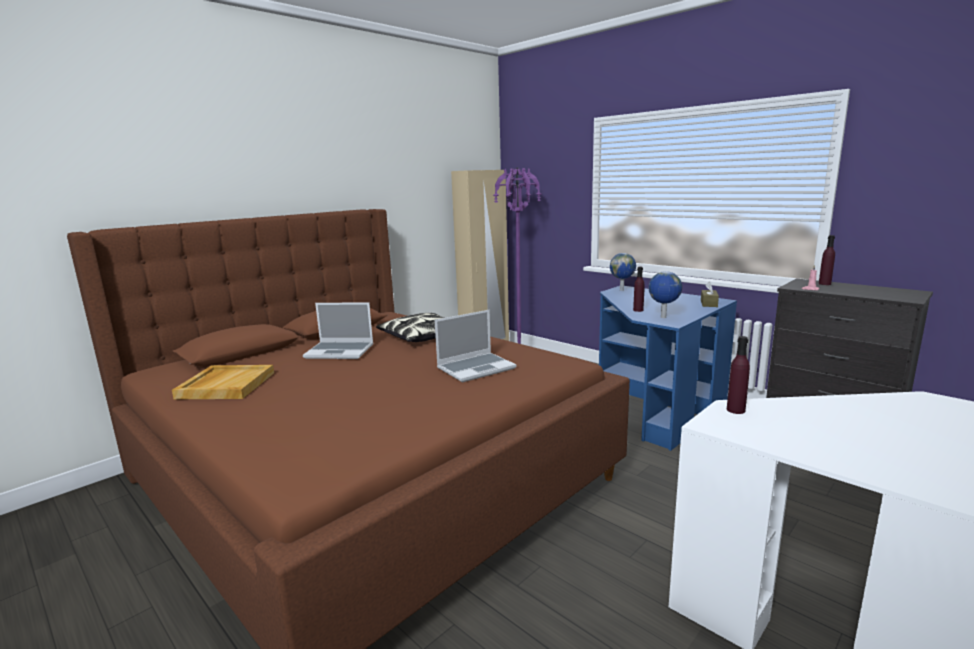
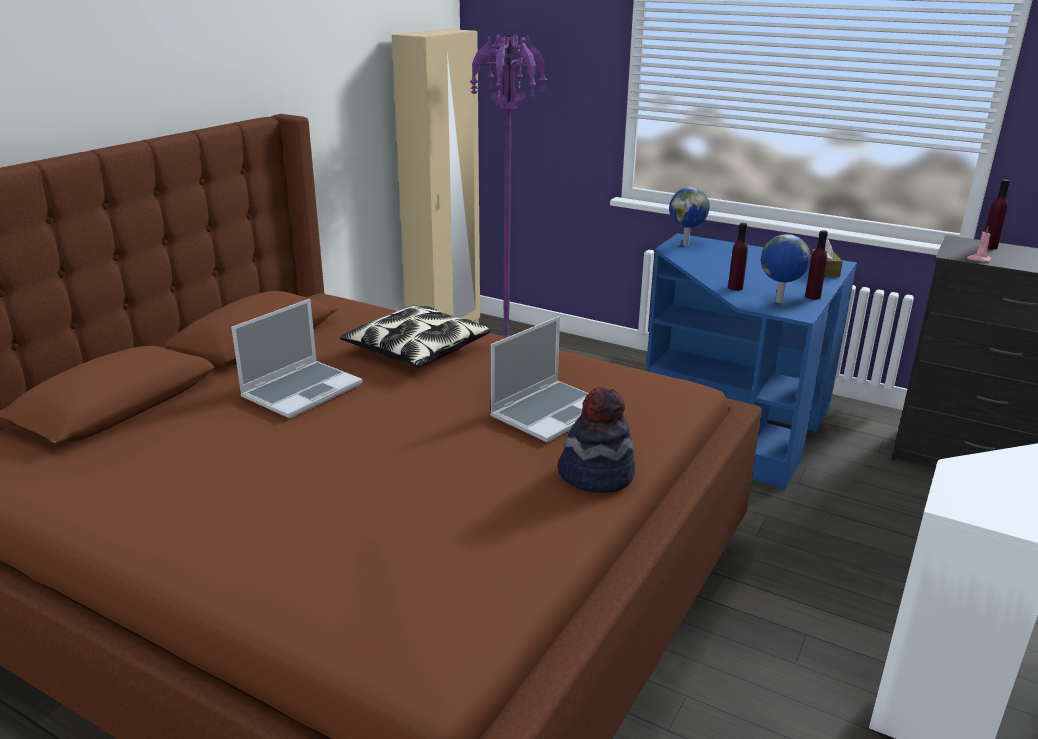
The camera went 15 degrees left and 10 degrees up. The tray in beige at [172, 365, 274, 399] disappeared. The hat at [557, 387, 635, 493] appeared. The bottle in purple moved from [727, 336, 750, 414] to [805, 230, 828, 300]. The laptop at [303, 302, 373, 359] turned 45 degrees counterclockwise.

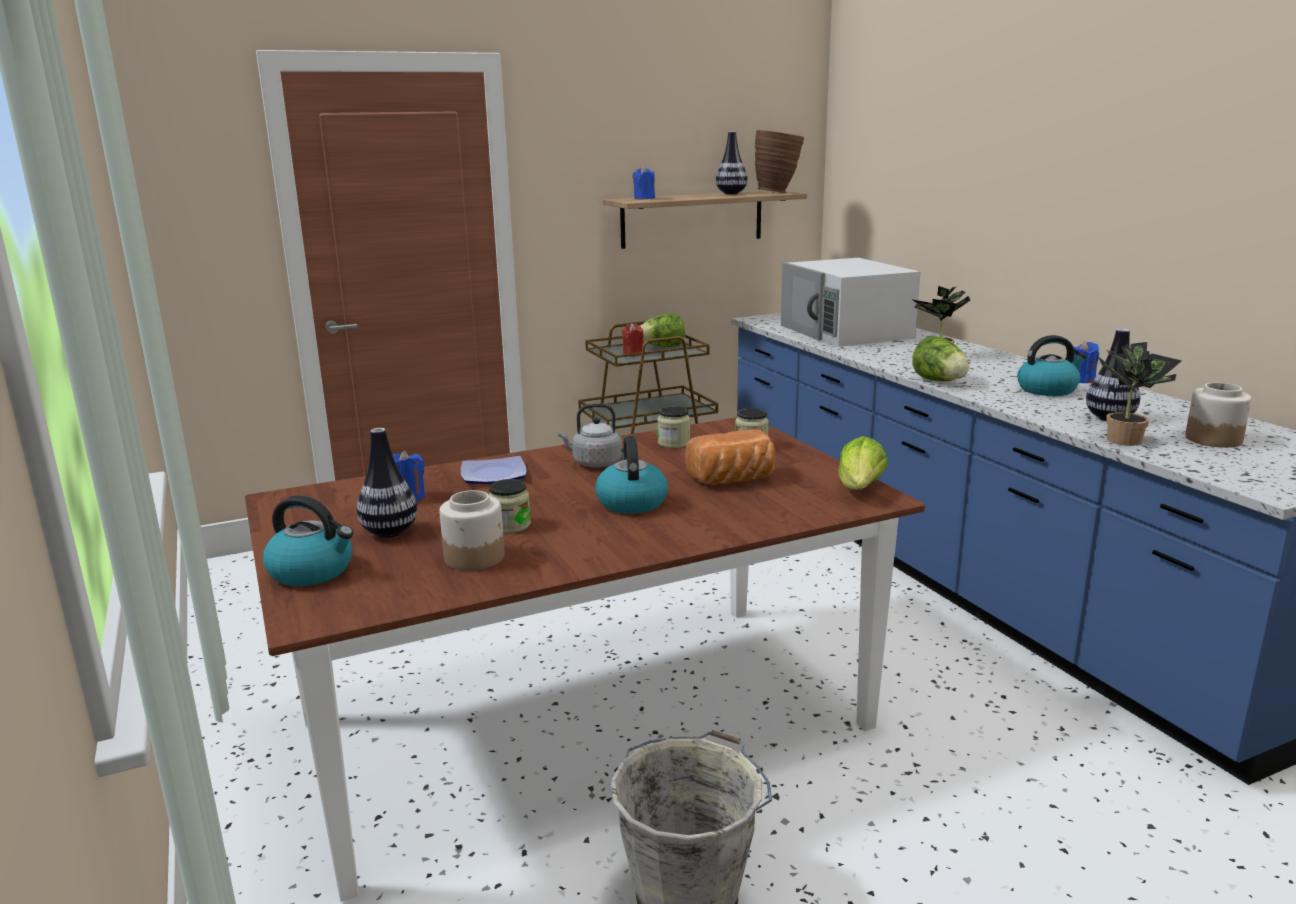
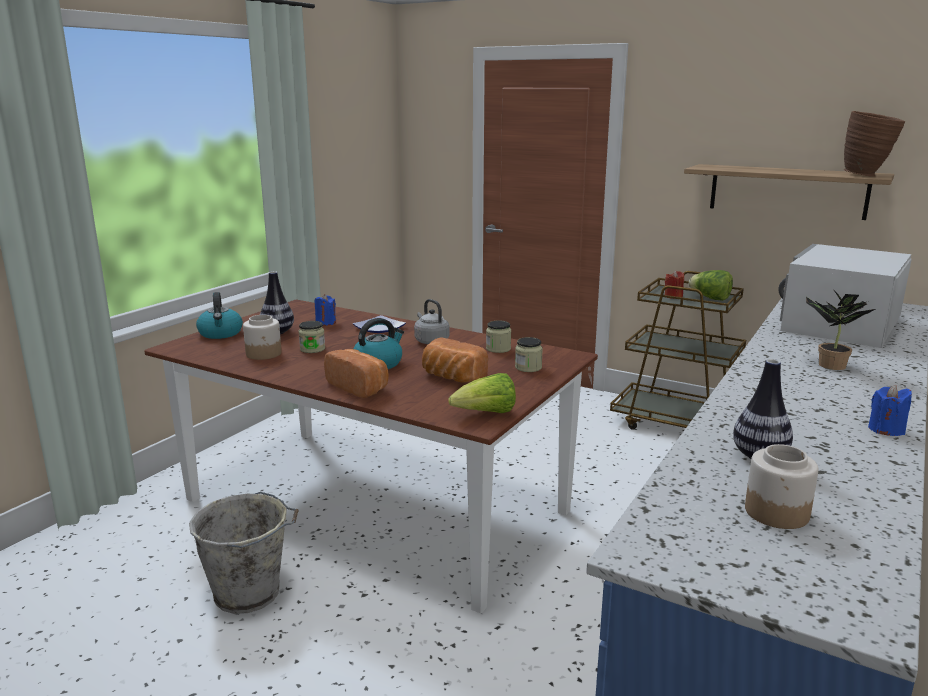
The camera went 55 degrees right and 0 degrees up. The candle in blue at [633, 166, 655, 200] disappeared. The vase at [716, 132, 748, 194] disappeared. The lettuce at [912, 336, 969, 381] disappeared. The kettle at [1017, 335, 1087, 396] disappeared. The potted plant at [1098, 342, 1182, 446] disappeared. The bread at [324, 349, 389, 398] appeared.

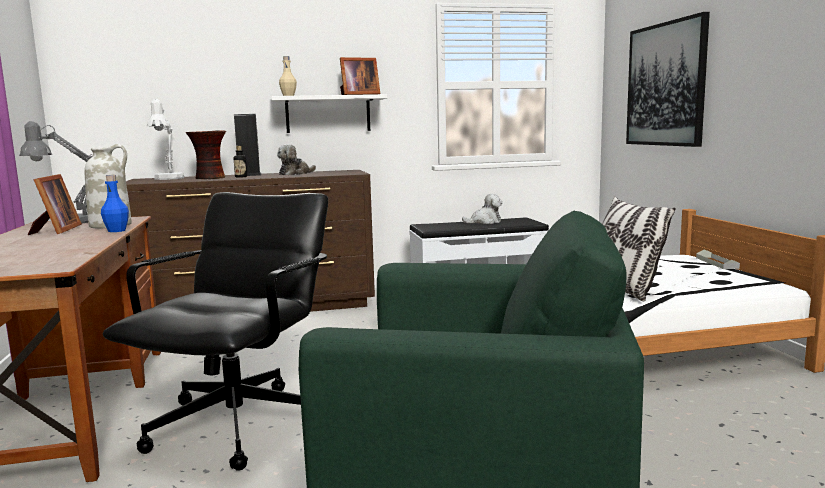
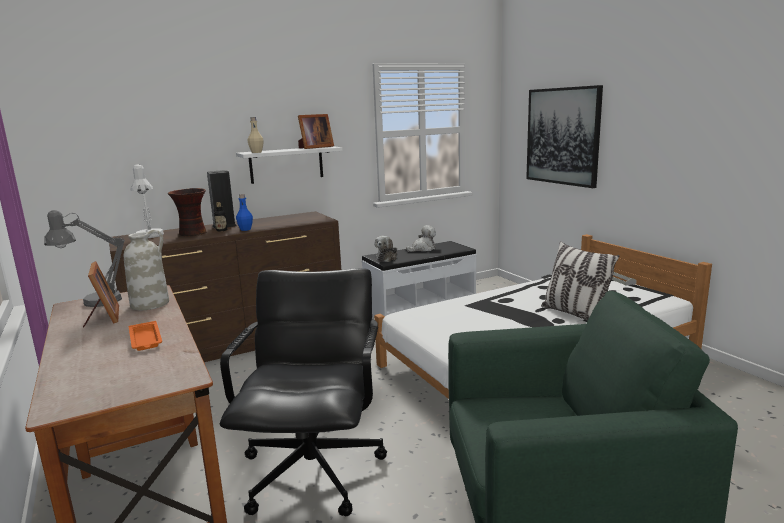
The camera went 15 degrees left and 5 degrees up. The tray in orange at [129, 321, 162, 351] appeared. The bottle in blue moved from [101, 175, 129, 232] to [236, 194, 253, 231]. The plush toy moved from [277, 144, 316, 175] to [375, 236, 397, 262].

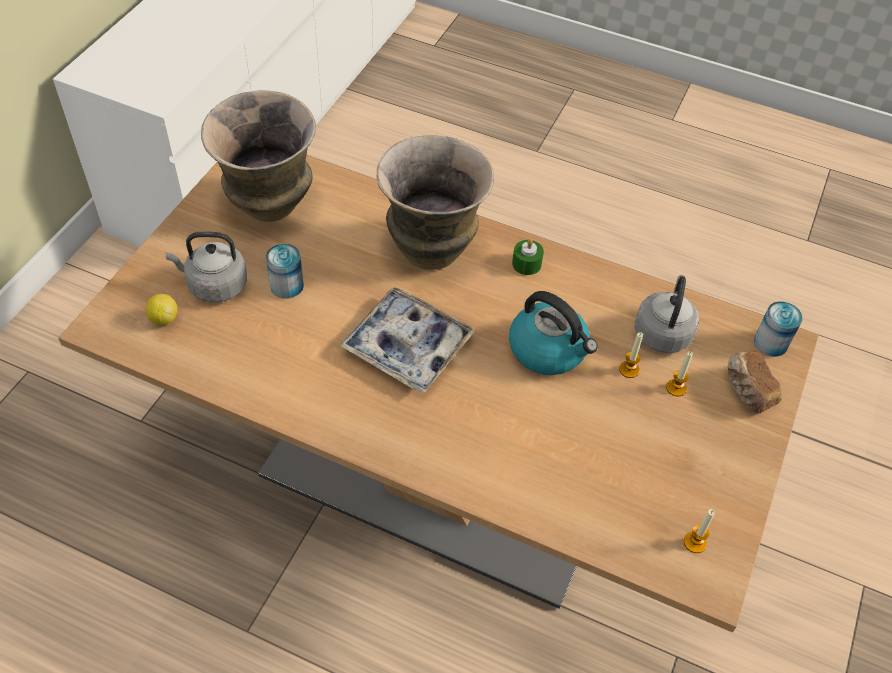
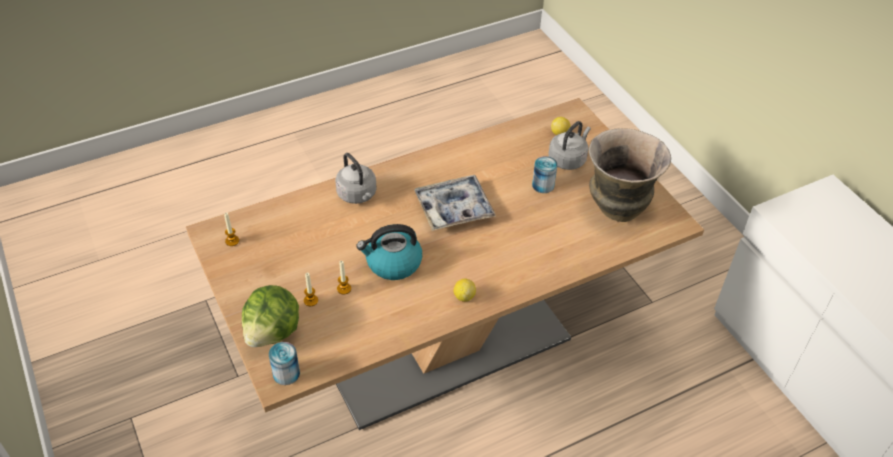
The camera went 130 degrees right and 5 degrees down. The vase at [377, 135, 494, 270] disappeared. The kettle in grey moved from [635, 275, 699, 353] to [335, 153, 377, 204]. The candle in green at [512, 239, 544, 275] was replaced by the lemon at [453, 279, 476, 302]. The bread at [728, 352, 782, 413] was replaced by the lettuce at [242, 285, 299, 347].

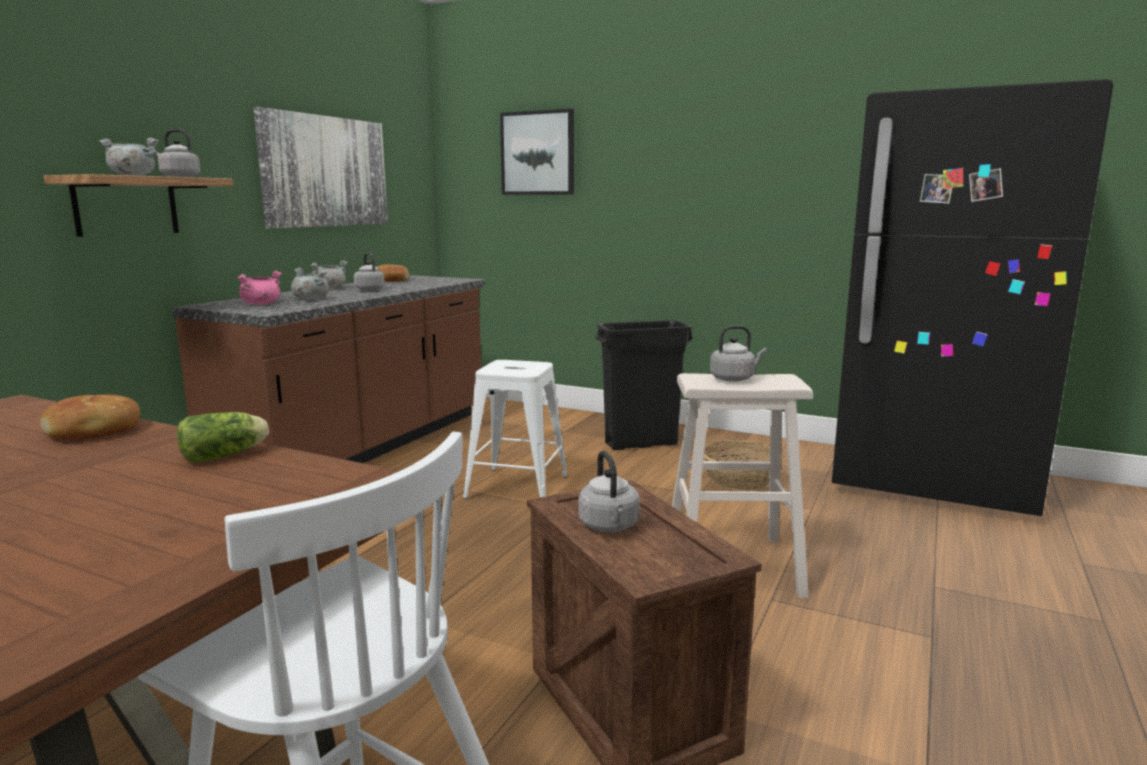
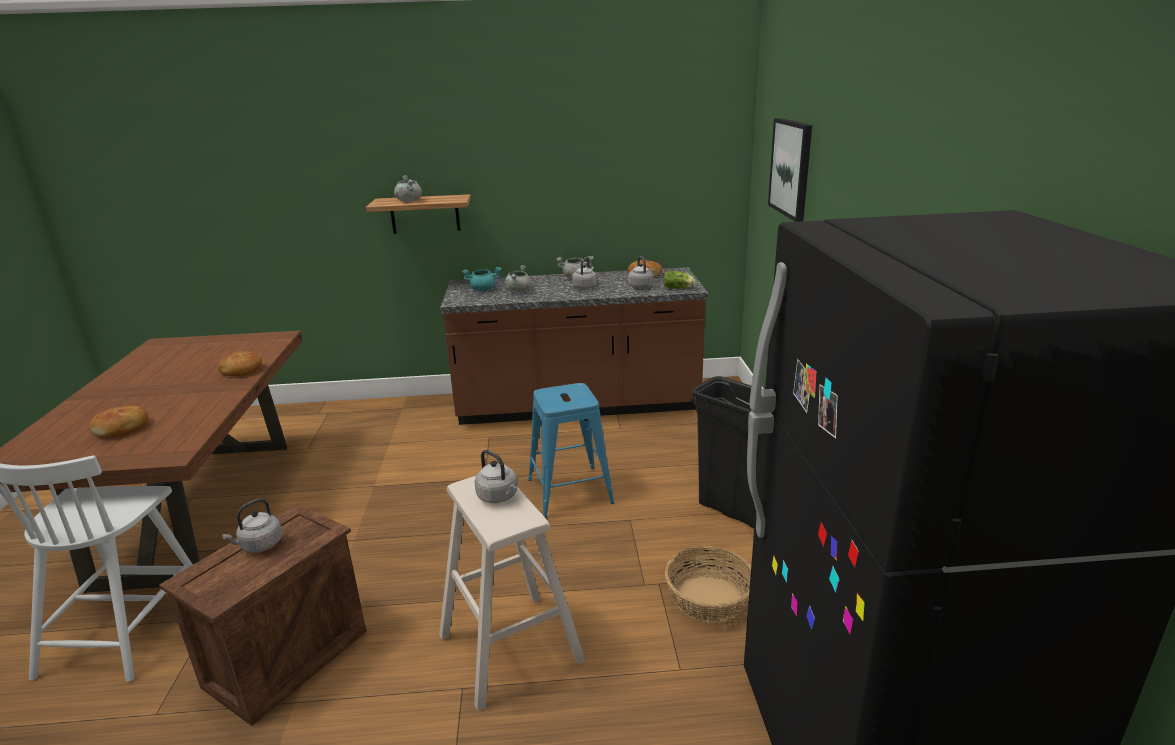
The camera went 60 degrees right and 10 degrees up. The picture at [253, 107, 388, 229] disappeared. The bread at [88, 405, 148, 438] appeared. The kettle in grey moved from [156, 129, 200, 177] to [628, 256, 653, 288]. The lettuce moved from [177, 412, 269, 463] to [663, 271, 695, 289]. The cooking pot in pink at [237, 271, 281, 305] became the cooking pot in turquoise at [462, 267, 501, 291]. The stool in white at [463, 360, 567, 499] became the stool in blue at [528, 383, 614, 518].

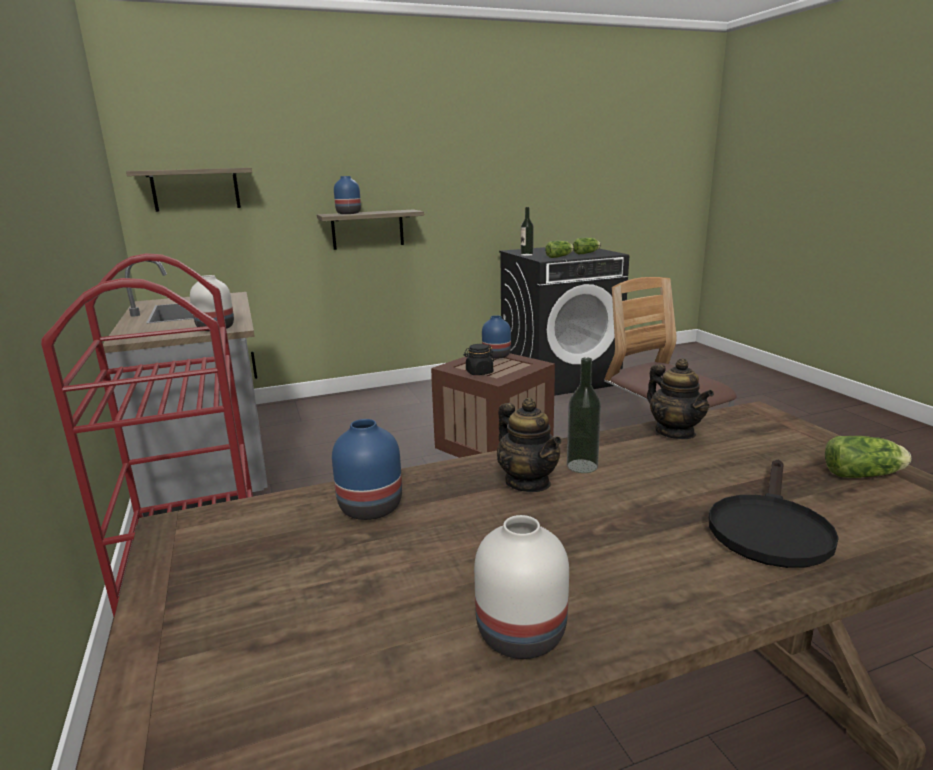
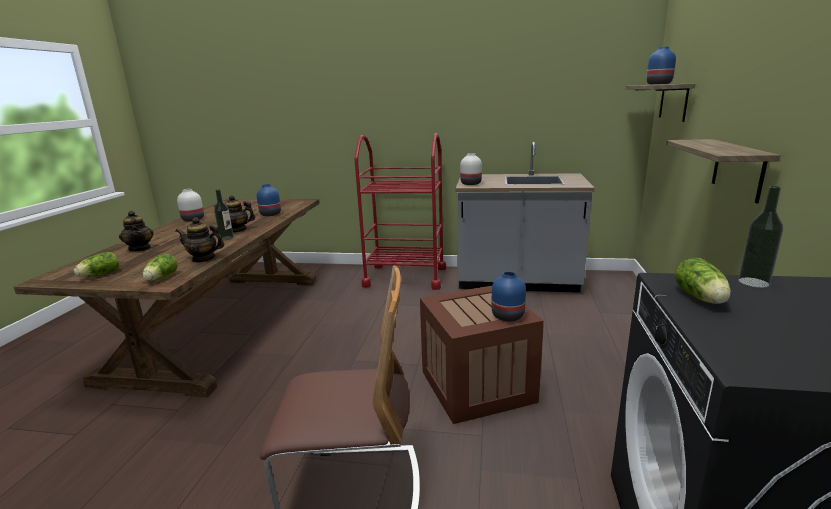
The camera went 120 degrees right and 0 degrees up. The jar in black at [464, 344, 494, 375] disappeared. The vase in blue moved from [334, 176, 361, 214] to [646, 47, 676, 85]. The lettuce moved from [573, 237, 601, 254] to [142, 254, 178, 281]. The frying pan in black at [709, 460, 839, 568] was replaced by the teapot at [119, 211, 154, 251].

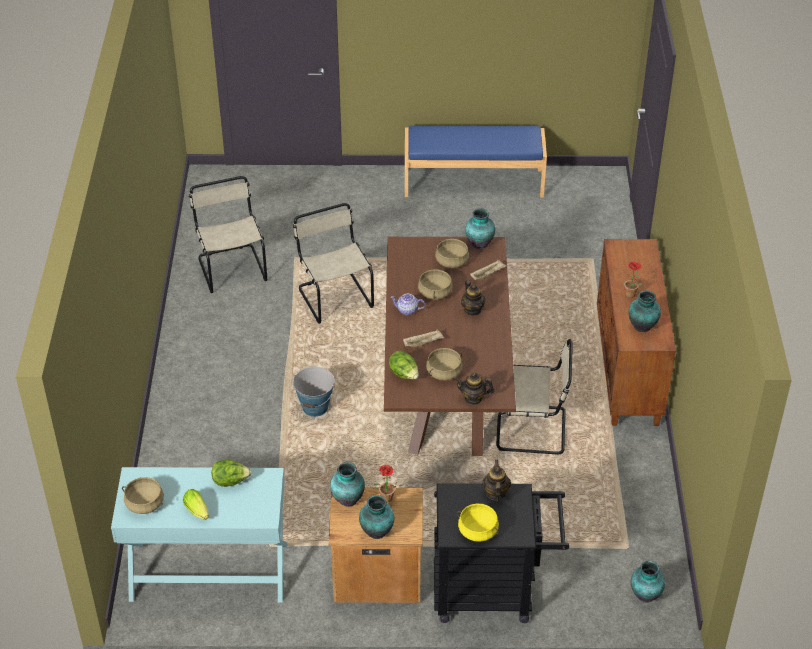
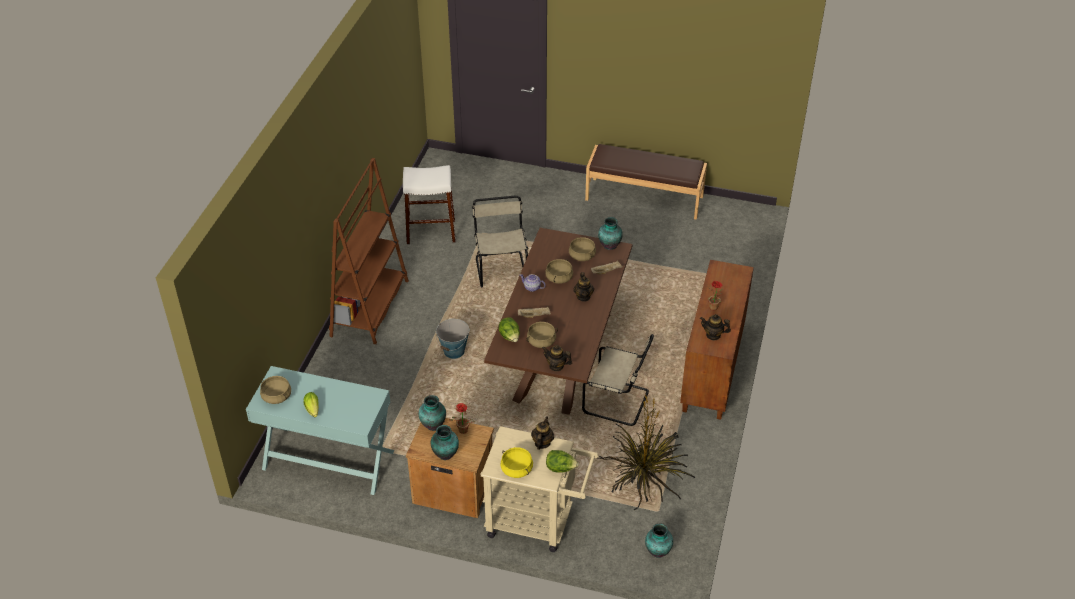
The camera went 15 degrees right and 0 degrees up. The bookcase in brown at [329, 158, 409, 344] appeared. The potted plant at [598, 395, 695, 510] appeared. The lettuce moved from [212, 460, 252, 487] to [546, 450, 579, 472]. The chair in beige at [189, 176, 267, 293] was replaced by the stool in white at [403, 165, 456, 245]. The vase at [629, 290, 661, 332] was replaced by the teapot at [700, 314, 731, 340]. The bench in blue at [405, 126, 547, 198] became the bench in brown at [585, 144, 707, 220]. The cart in black at [434, 483, 570, 623] became the cart in beige at [480, 426, 598, 552].

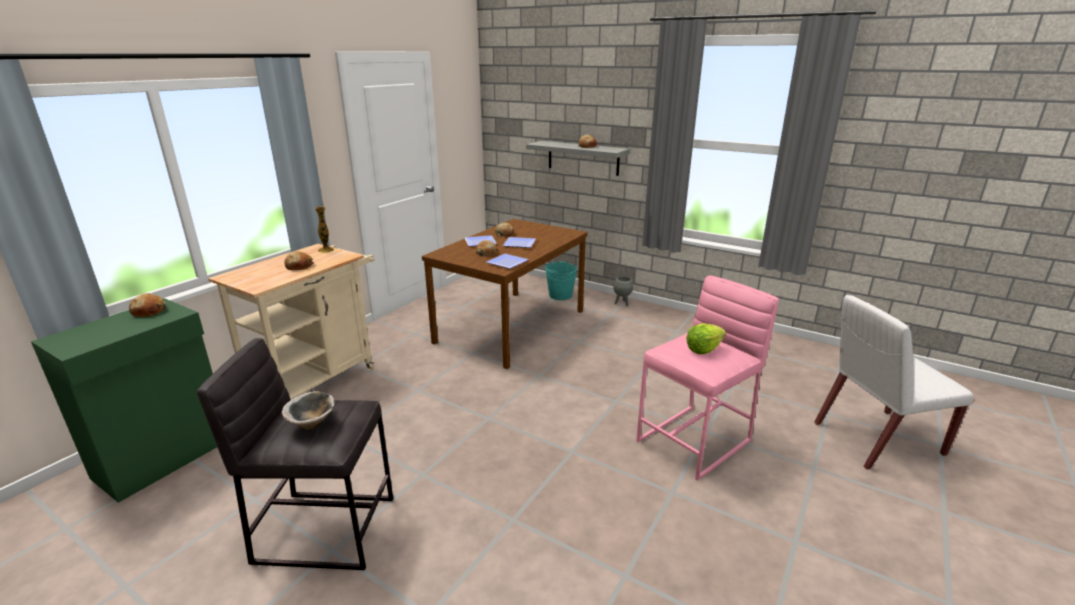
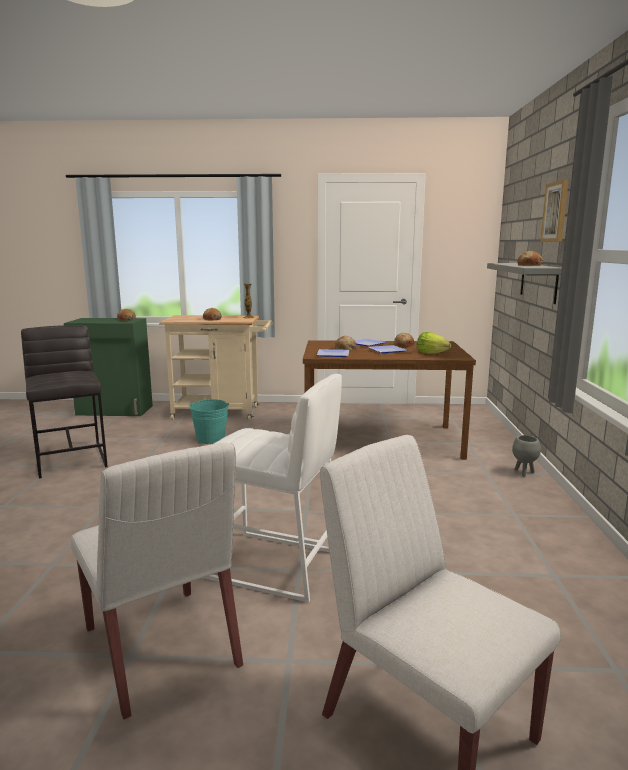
The camera went 60 degrees right and 10 degrees down. The bowl at [282, 391, 334, 430] disappeared. The chair in white at [71, 443, 243, 719] appeared. The picture at [540, 180, 569, 242] appeared. The bucket in turquoise moved from [545, 261, 577, 300] to [189, 399, 229, 444]. The lettuce moved from [686, 323, 726, 354] to [417, 332, 451, 354]. The stool in pink at [636, 275, 779, 481] became the stool in white at [203, 374, 342, 603].

